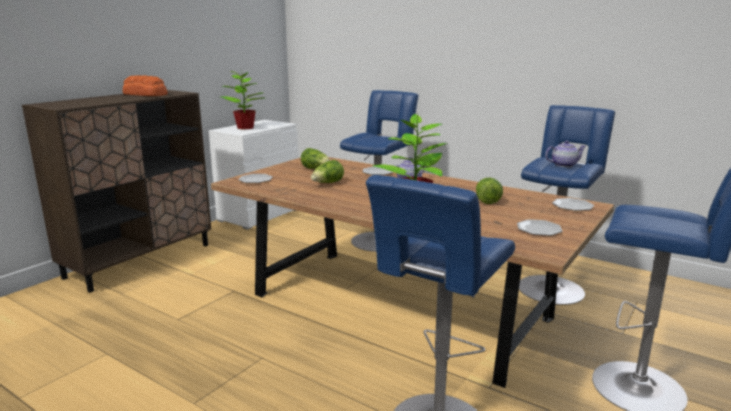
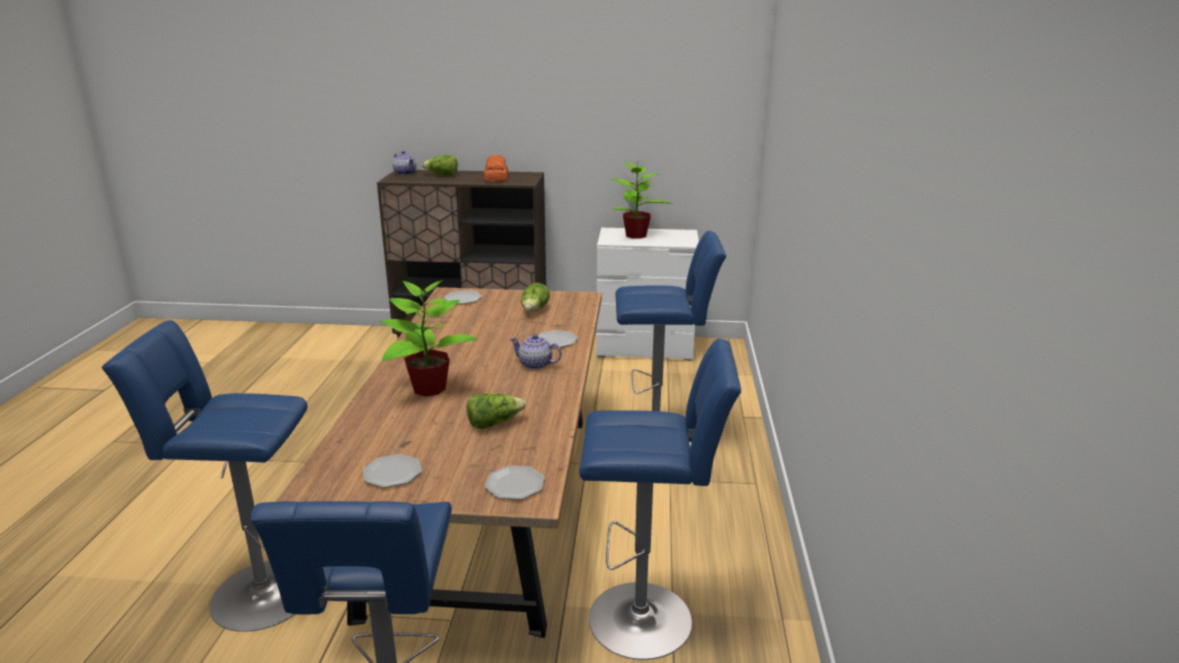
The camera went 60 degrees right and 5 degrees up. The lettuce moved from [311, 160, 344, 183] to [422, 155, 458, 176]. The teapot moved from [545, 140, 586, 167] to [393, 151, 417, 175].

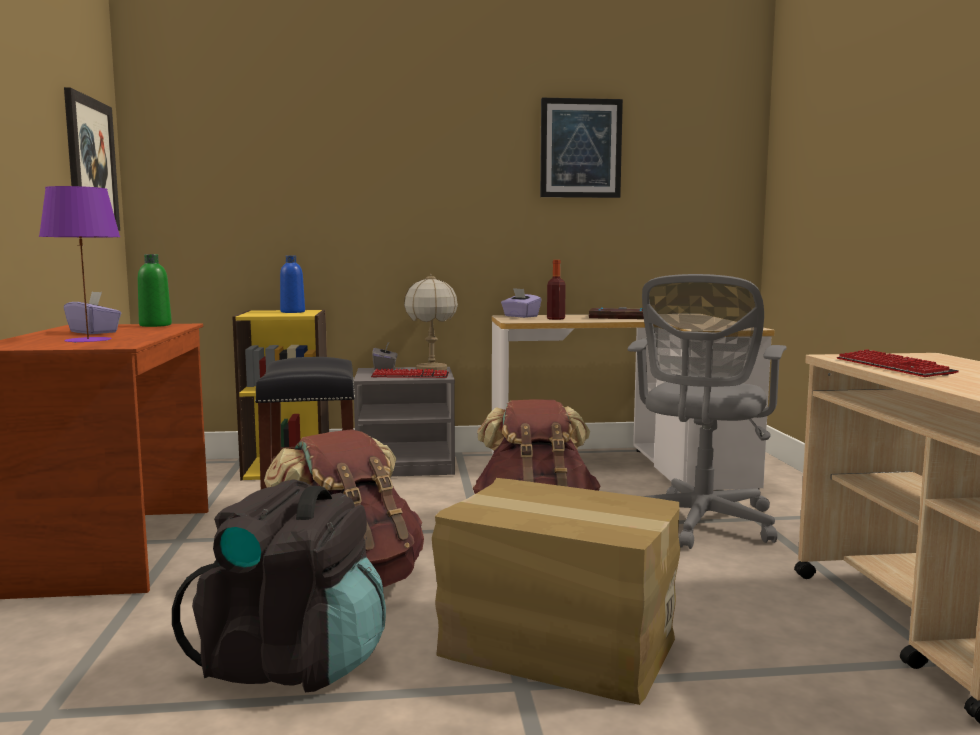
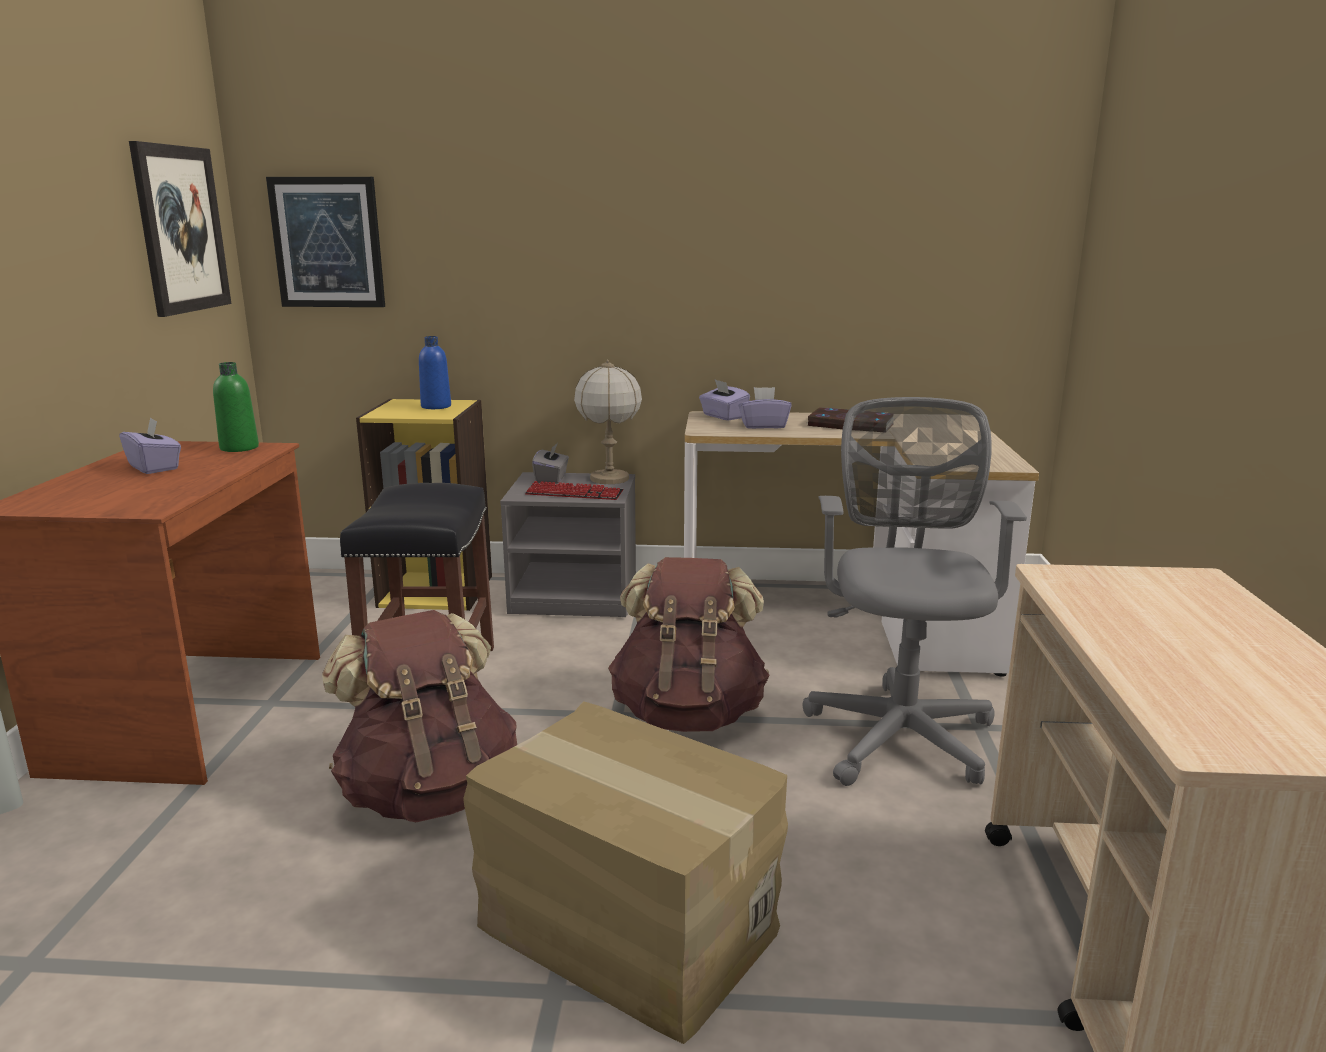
The camera went 10 degrees right and 10 degrees up. The table lamp in purple at [39, 186, 120, 343] disappeared. The backpack in black at [172, 479, 386, 693] disappeared. The keyboard at [837, 349, 959, 377] disappeared. The picture moved from [540, 98, 623, 198] to [266, 177, 385, 307]. The bottle at [547, 260, 566, 320] was replaced by the tissue box in purple at [738, 387, 792, 429]. The office chair in grey at [628, 274, 787, 549] turned 150 degrees clockwise.

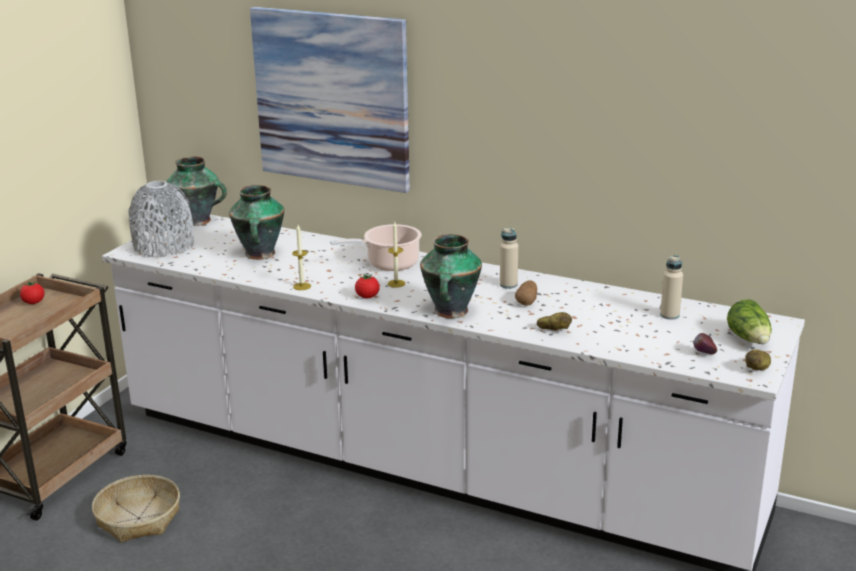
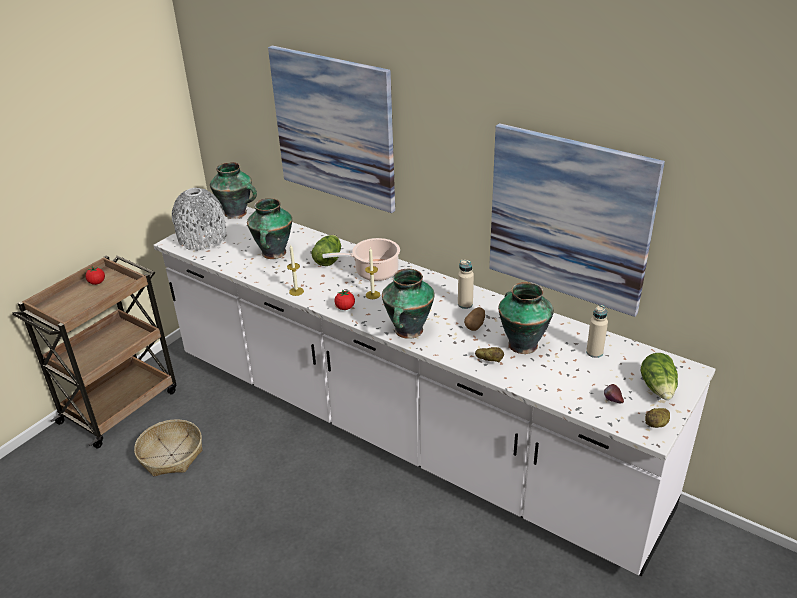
The camera went 10 degrees right and 10 degrees up. The lettuce at [311, 235, 341, 266] appeared. The picture at [489, 123, 665, 317] appeared. The vase at [498, 282, 554, 354] appeared.

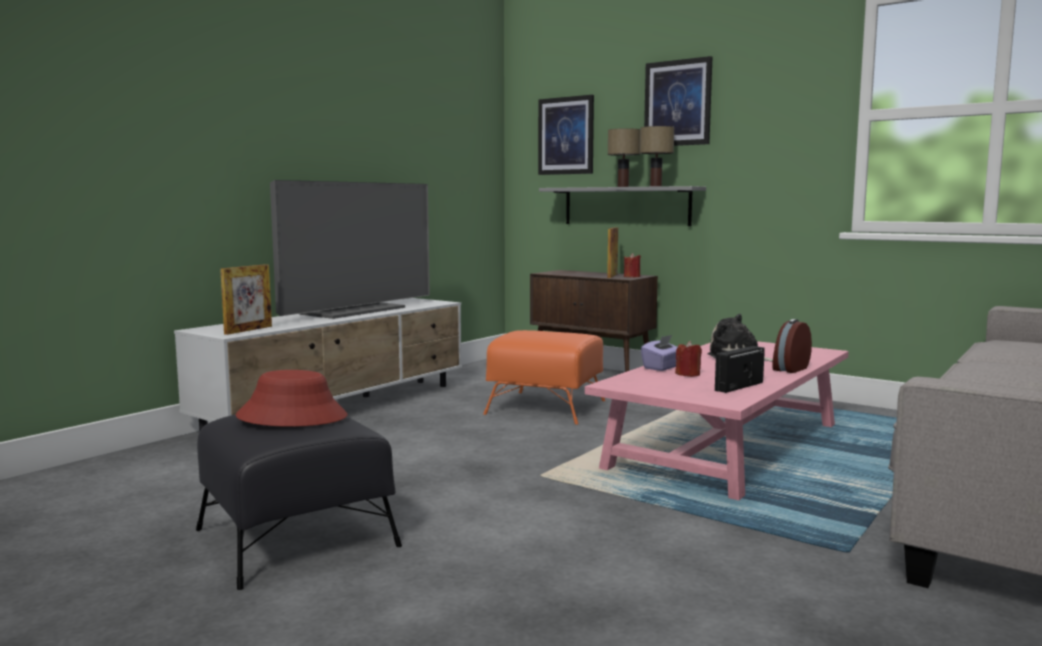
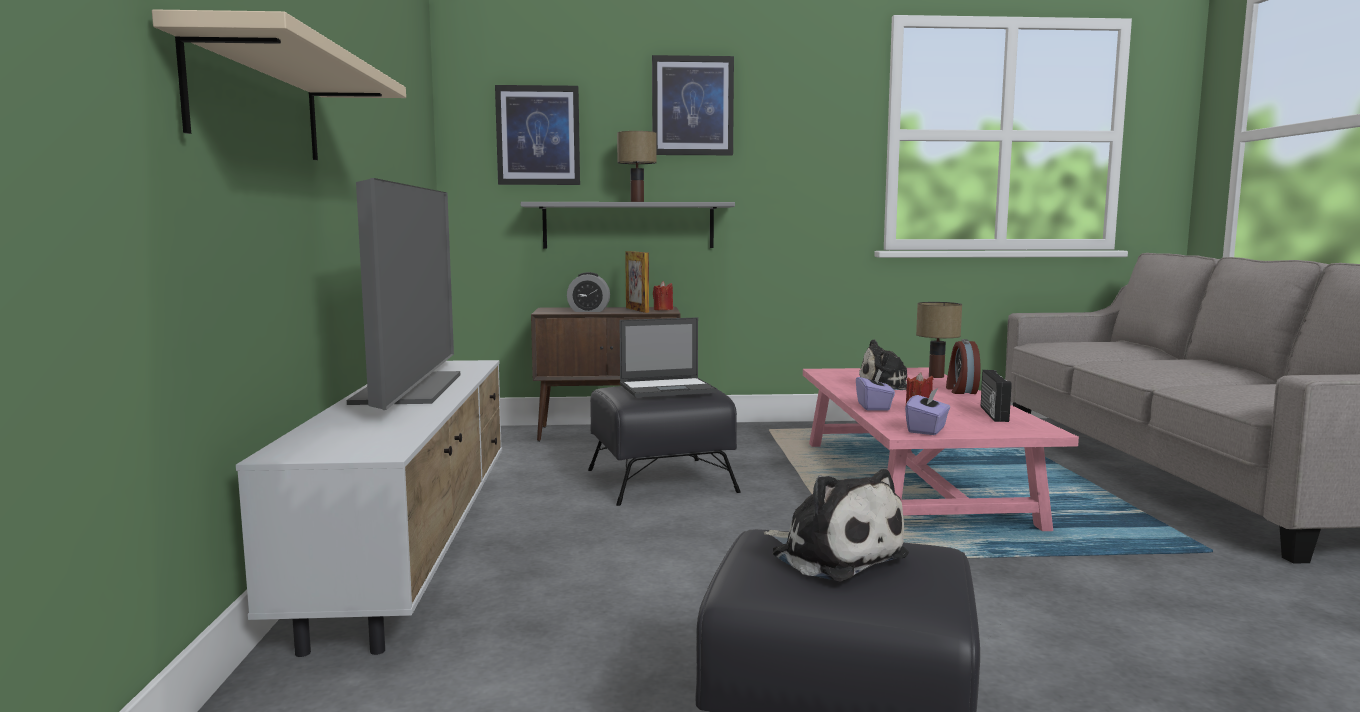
The camera went 40 degrees left and 0 degrees up. The picture frame at [220, 264, 272, 335] disappeared. The shelf in beige at [152, 9, 406, 160] appeared. The alarm clock at [567, 272, 610, 312] appeared. The laptop at [619, 317, 718, 397] appeared. The tissue box in purple at [905, 387, 950, 435] appeared. The table lamp moved from [640, 126, 674, 186] to [916, 302, 962, 378]. The hat in red at [236, 370, 348, 427] was replaced by the plush toy at [764, 469, 909, 582]. The ottoman in orange at [483, 330, 605, 424] became the ottoman in black at [588, 386, 741, 506].

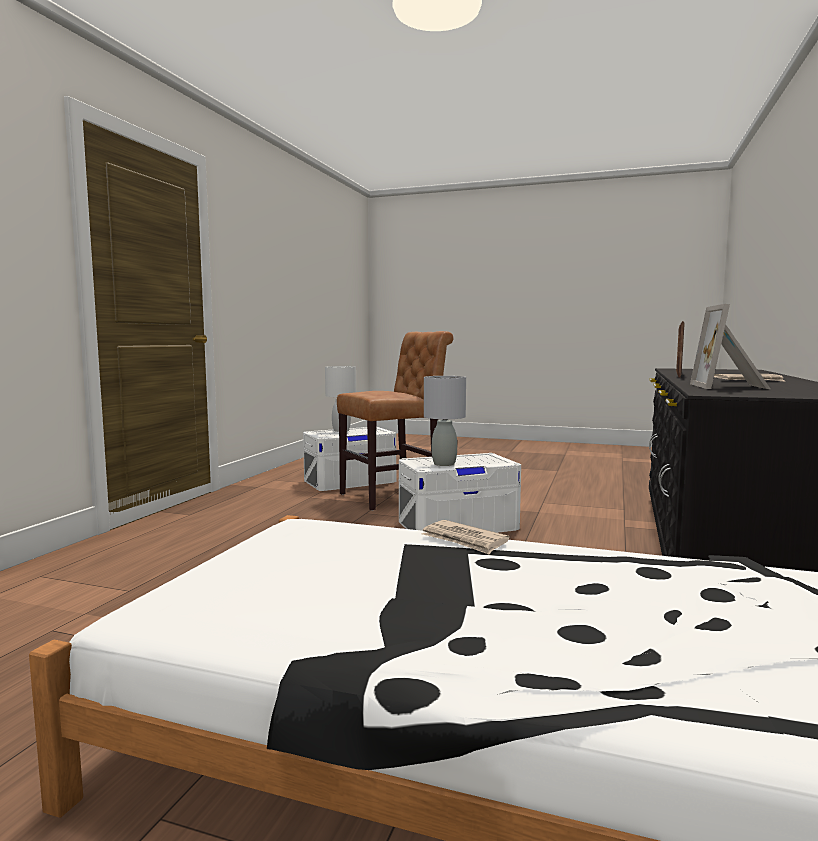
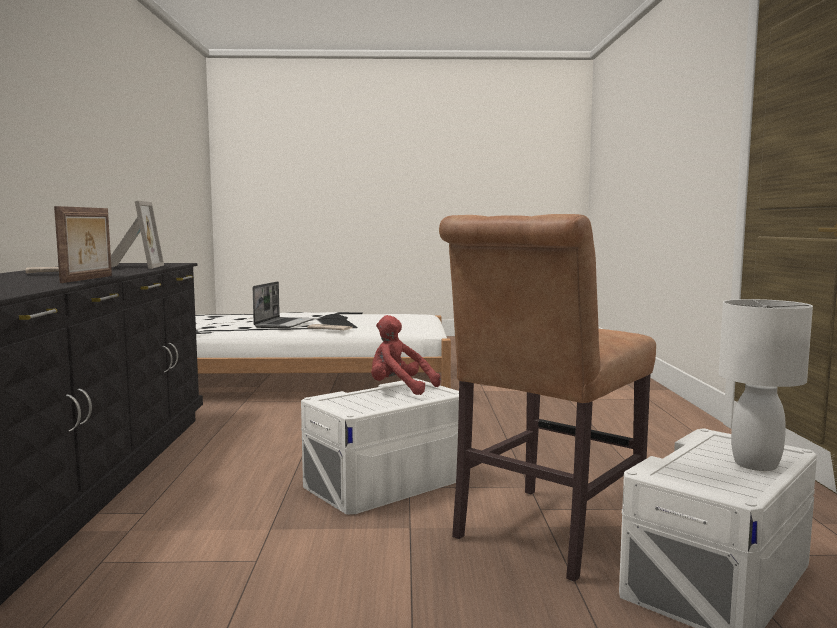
The camera went 160 degrees right and 0 degrees up. The laptop at [253, 281, 314, 329] appeared. The table lamp in grey at [424, 376, 466, 466] was replaced by the plush toy in red at [371, 315, 441, 395].

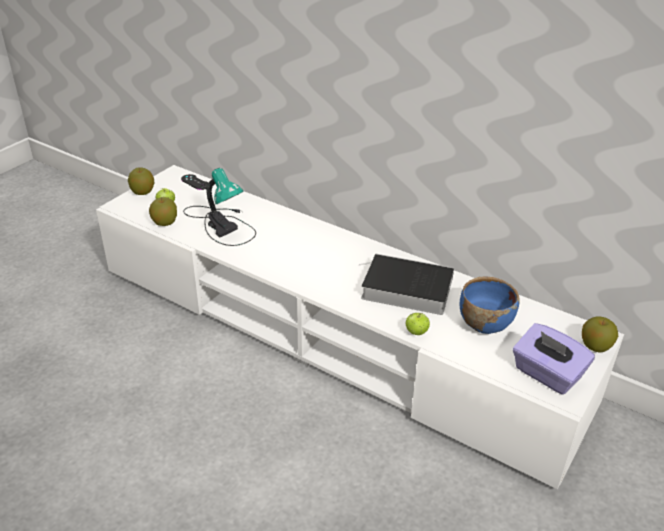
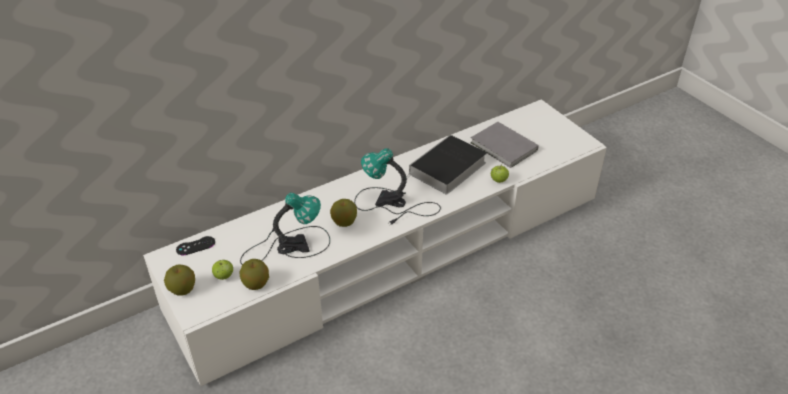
The camera went 65 degrees left and 5 degrees up. The tissue box in purple at [513, 323, 595, 395] disappeared. The table lamp at [354, 148, 441, 226] appeared. The apple moved from [582, 316, 618, 352] to [330, 199, 357, 227]. The bowl in blue at [460, 276, 519, 334] was replaced by the book in grey at [470, 122, 539, 168].

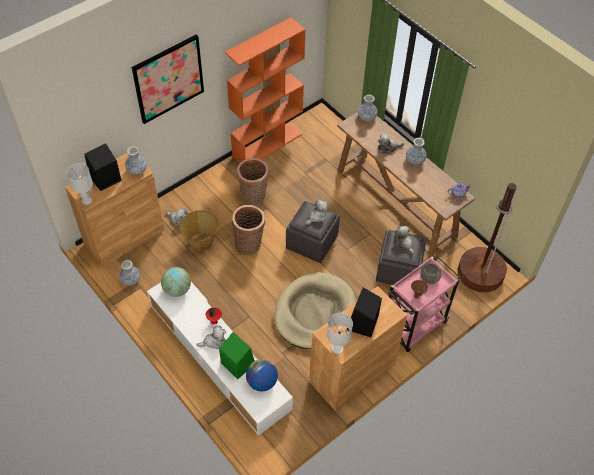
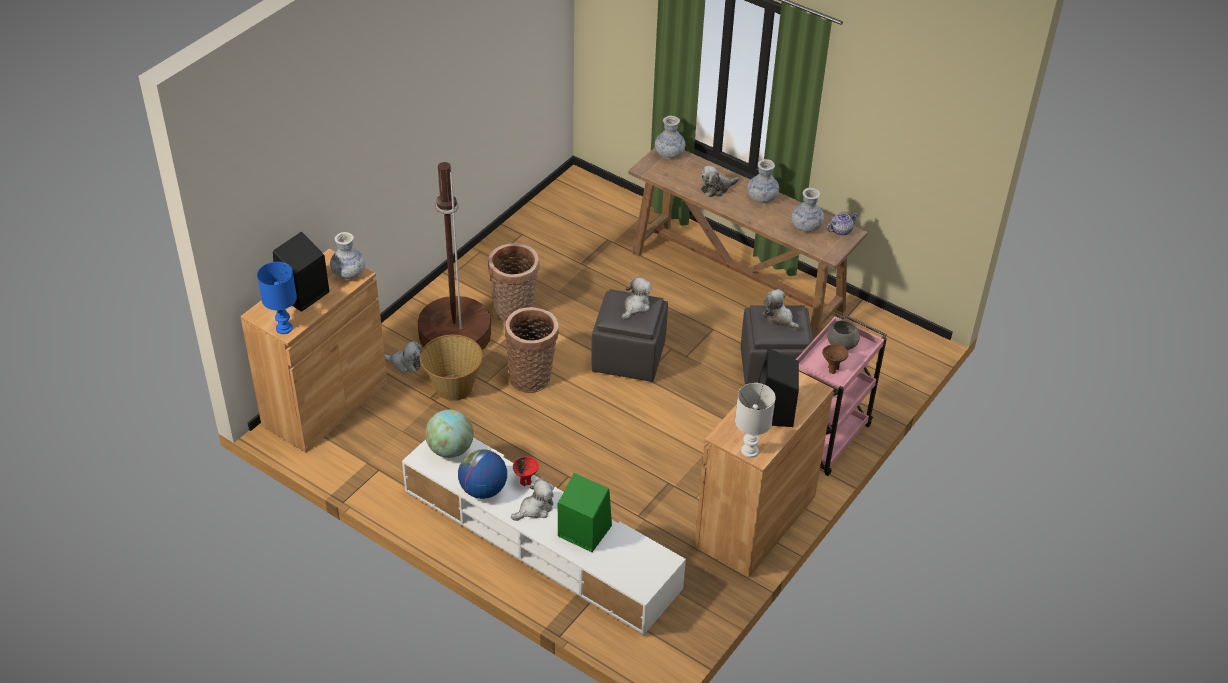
The camera went 15 degrees left and 10 degrees down. The picture at [132, 35, 204, 124] disappeared. The bookcase in orange at [225, 17, 306, 164] disappeared. The dog bed in beige at [274, 272, 357, 349] disappeared. The vase moved from [119, 260, 140, 286] to [792, 188, 824, 232]. The globe moved from [246, 359, 278, 391] to [458, 449, 507, 499]. The floor lamp in brown moved from [458, 183, 517, 293] to [418, 162, 491, 350]. The table lamp in white at [67, 163, 93, 205] became the table lamp in blue at [257, 262, 297, 334].

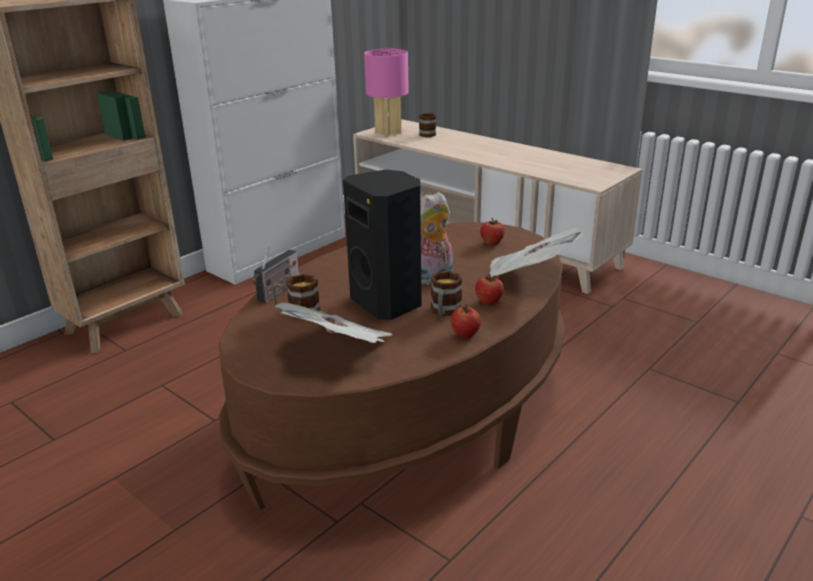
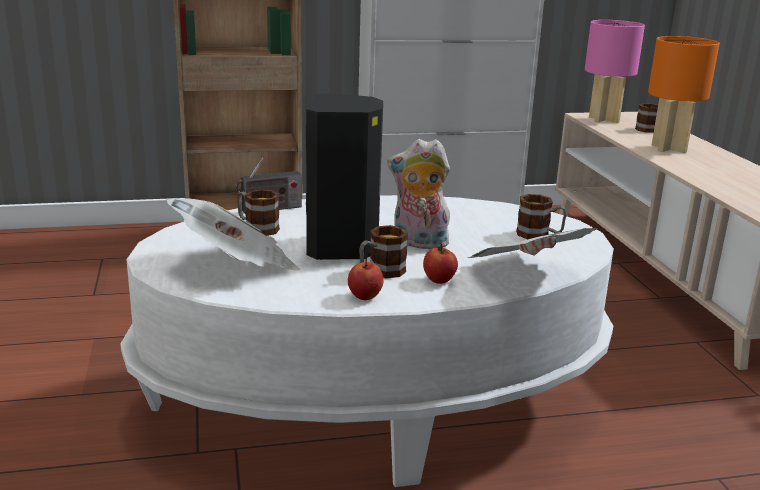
The camera went 35 degrees right and 5 degrees down. The table lamp in orange at [648, 36, 720, 153] appeared. The apple at [480, 218, 505, 245] was replaced by the mug at [516, 194, 567, 239]. The coffee table in brown at [219, 222, 565, 510] became the coffee table in white at [120, 195, 614, 487].

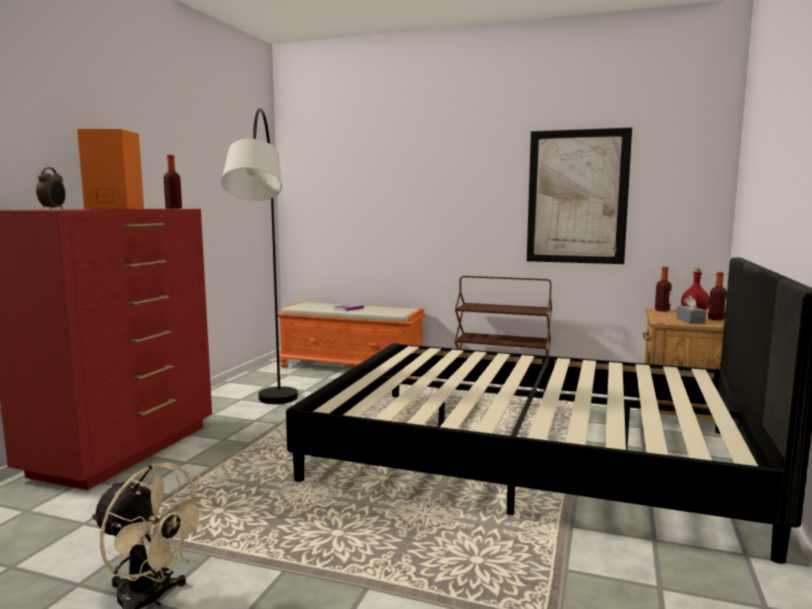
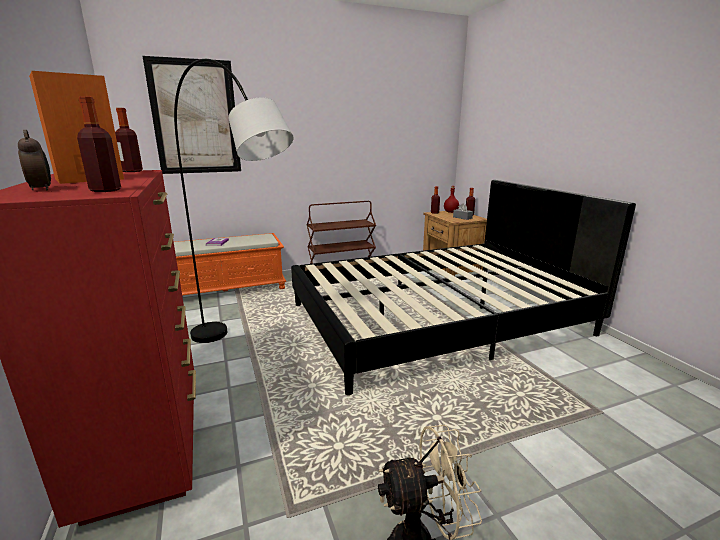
The camera went 40 degrees left and 10 degrees up. The bottle at [77, 96, 121, 192] appeared. The picture moved from [527, 127, 632, 264] to [143, 56, 241, 174].

